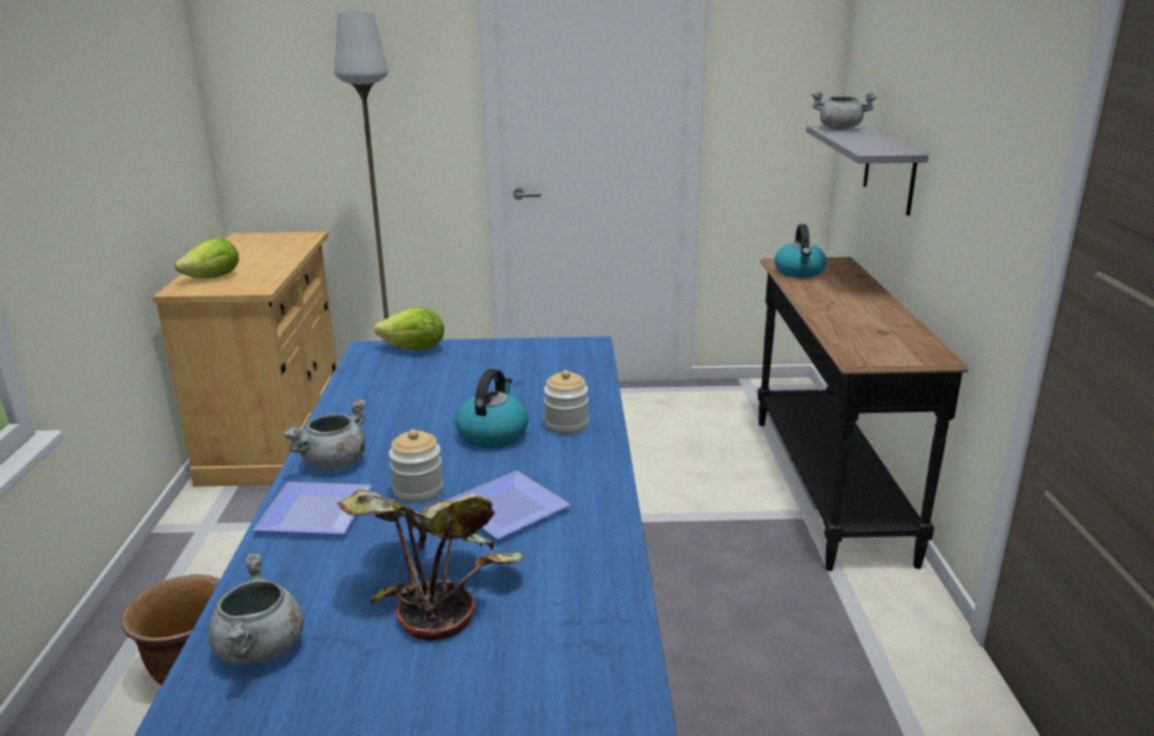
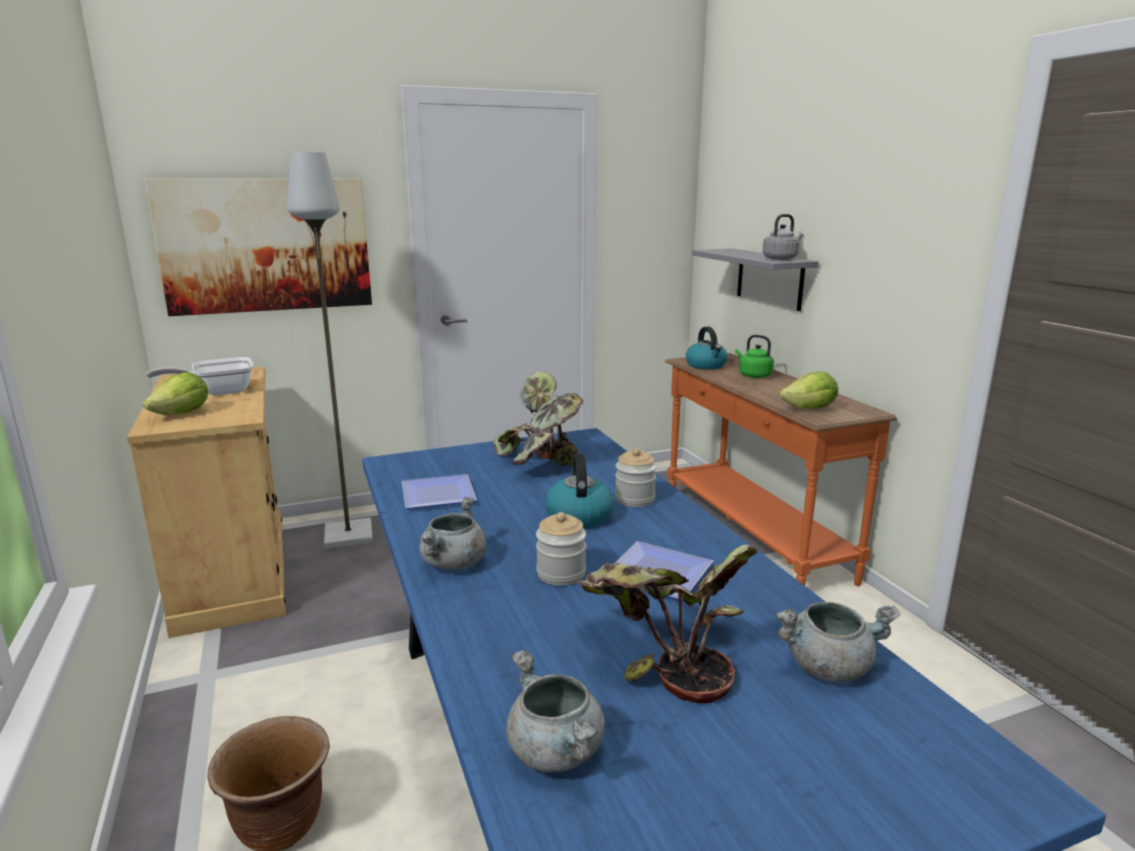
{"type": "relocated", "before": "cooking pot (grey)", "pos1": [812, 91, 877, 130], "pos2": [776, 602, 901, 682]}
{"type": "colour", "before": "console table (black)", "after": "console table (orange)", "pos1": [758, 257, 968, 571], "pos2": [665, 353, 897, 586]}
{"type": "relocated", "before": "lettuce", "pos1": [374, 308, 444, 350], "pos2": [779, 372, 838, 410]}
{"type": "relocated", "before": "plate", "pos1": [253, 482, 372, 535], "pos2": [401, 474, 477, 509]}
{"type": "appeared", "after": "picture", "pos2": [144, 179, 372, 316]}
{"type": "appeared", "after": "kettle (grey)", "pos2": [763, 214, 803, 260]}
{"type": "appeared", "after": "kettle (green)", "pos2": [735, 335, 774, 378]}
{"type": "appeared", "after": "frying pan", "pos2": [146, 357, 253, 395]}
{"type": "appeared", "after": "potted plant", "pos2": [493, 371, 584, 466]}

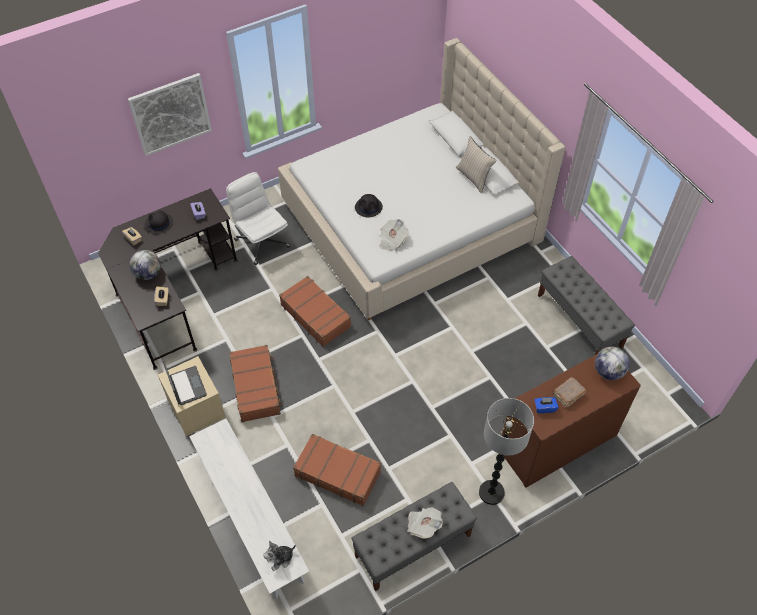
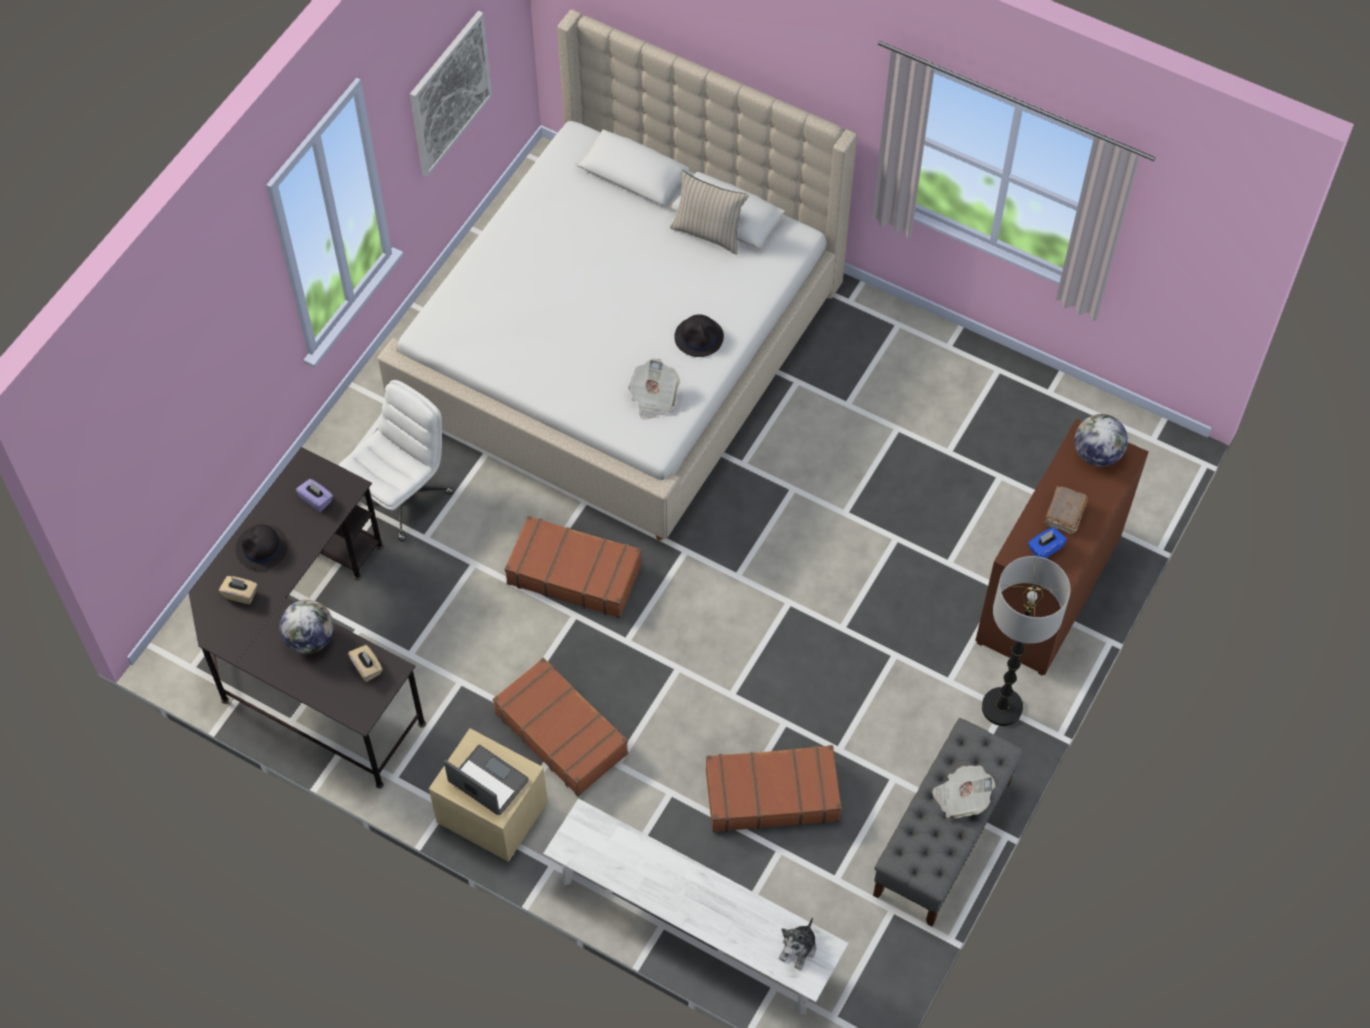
{"type": "relocated", "before": "picture", "pos1": [128, 73, 212, 156], "pos2": [410, 11, 492, 177]}
{"type": "spun", "before": "office chair (white)", "pos1": [226, 172, 290, 265], "pos2": [338, 380, 454, 542], "turn": 105}
{"type": "relocated", "before": "hat (black)", "pos1": [355, 194, 383, 217], "pos2": [674, 314, 724, 357]}
{"type": "missing", "before": "bench (grey)", "pos1": [538, 256, 635, 355]}

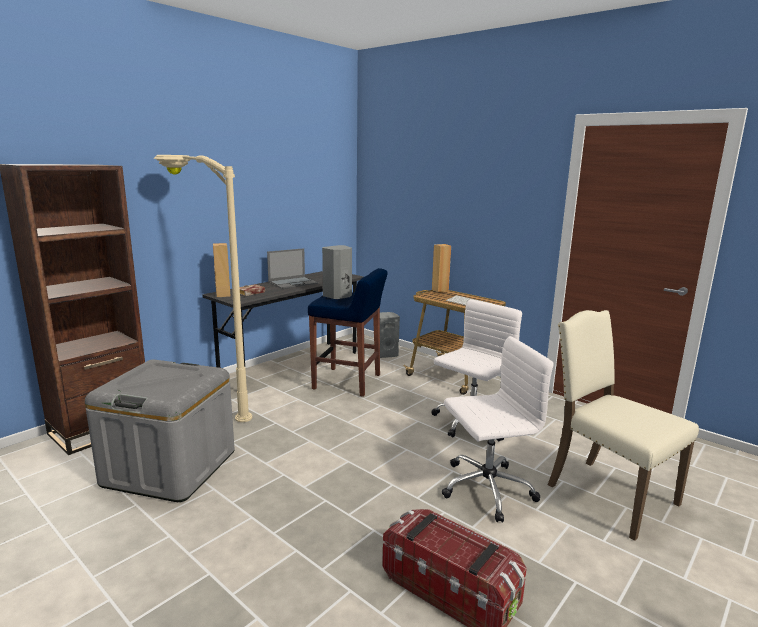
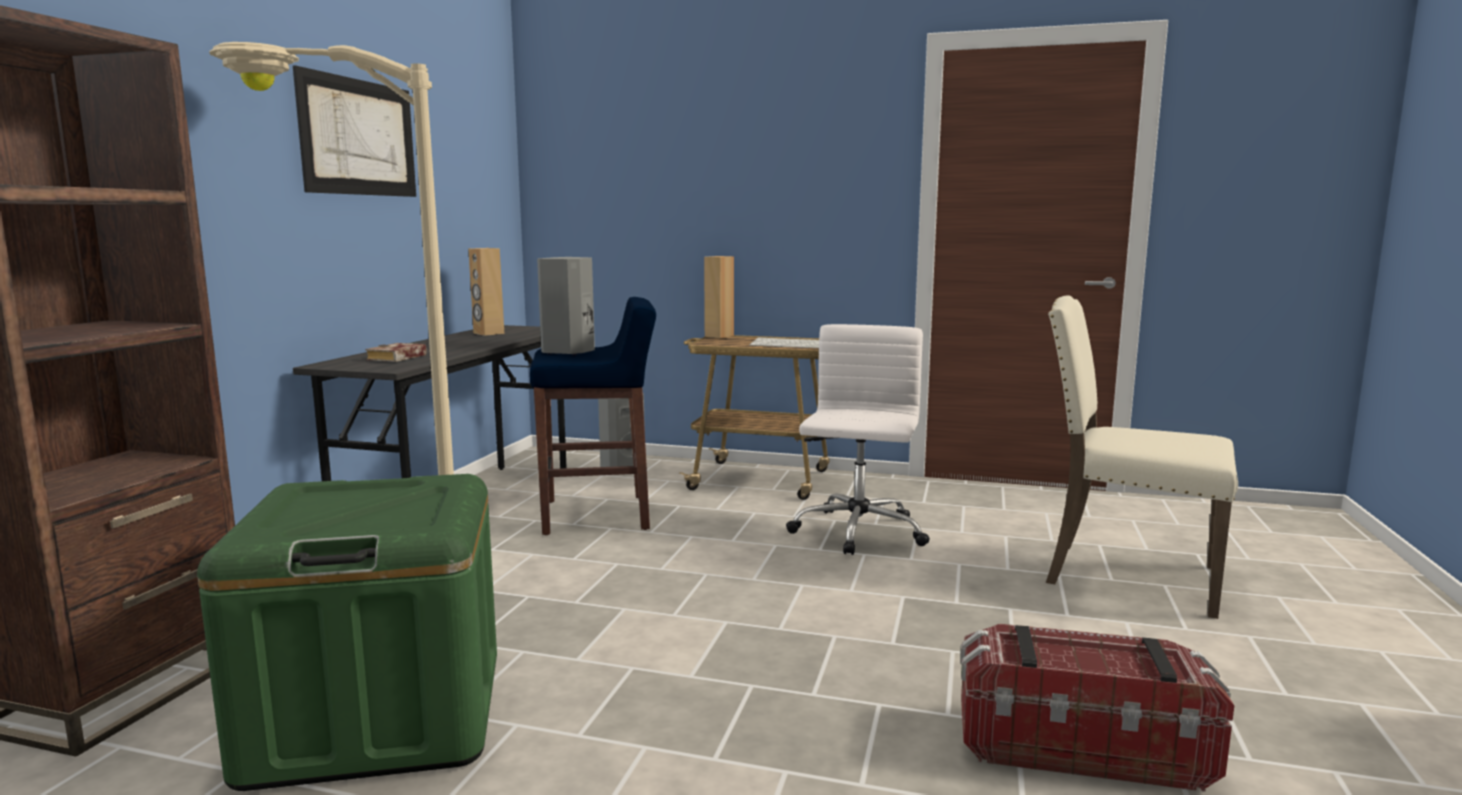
{"type": "relocated", "before": "speaker (brown)", "pos1": [213, 243, 231, 297], "pos2": [468, 248, 504, 336]}
{"type": "missing", "before": "laptop", "pos1": [267, 248, 318, 289]}
{"type": "missing", "before": "office chair (white)", "pos1": [442, 336, 553, 522]}
{"type": "colour", "before": "storage box (grey)", "after": "storage box (green)", "pos1": [85, 359, 235, 502], "pos2": [197, 474, 497, 791]}
{"type": "appeared", "after": "picture", "pos2": [293, 65, 416, 197]}

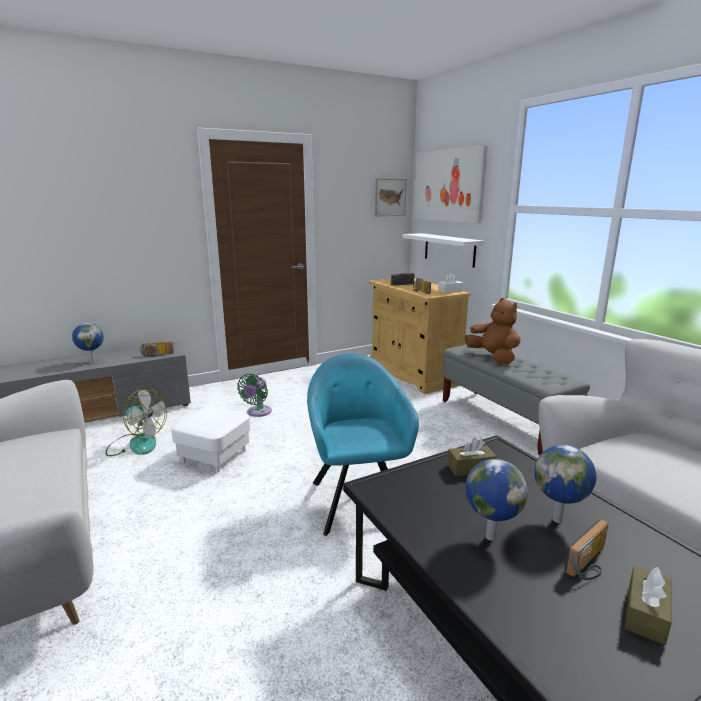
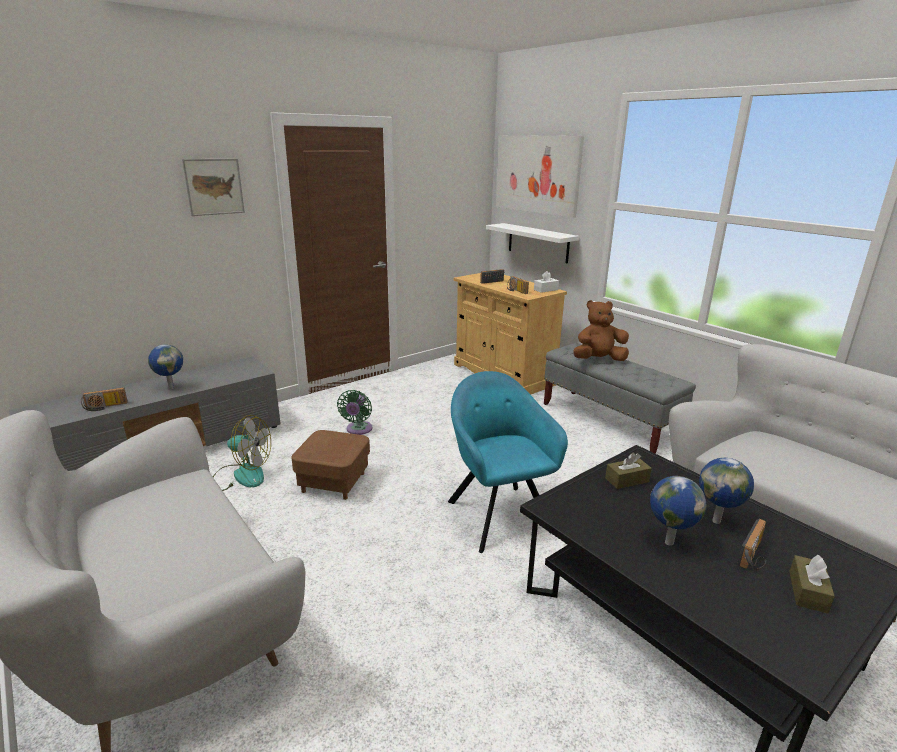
{"type": "relocated", "before": "picture", "pos1": [375, 178, 407, 216], "pos2": [182, 159, 245, 216]}
{"type": "spun", "before": "plush toy (brown)", "pos1": [465, 298, 520, 364], "pos2": [574, 300, 629, 361], "turn": -60}
{"type": "relocated", "before": "radio", "pos1": [140, 341, 174, 357], "pos2": [81, 387, 128, 411]}
{"type": "colour", "before": "ottoman (white)", "after": "ottoman (brown)", "pos1": [171, 406, 250, 472], "pos2": [291, 430, 370, 500]}

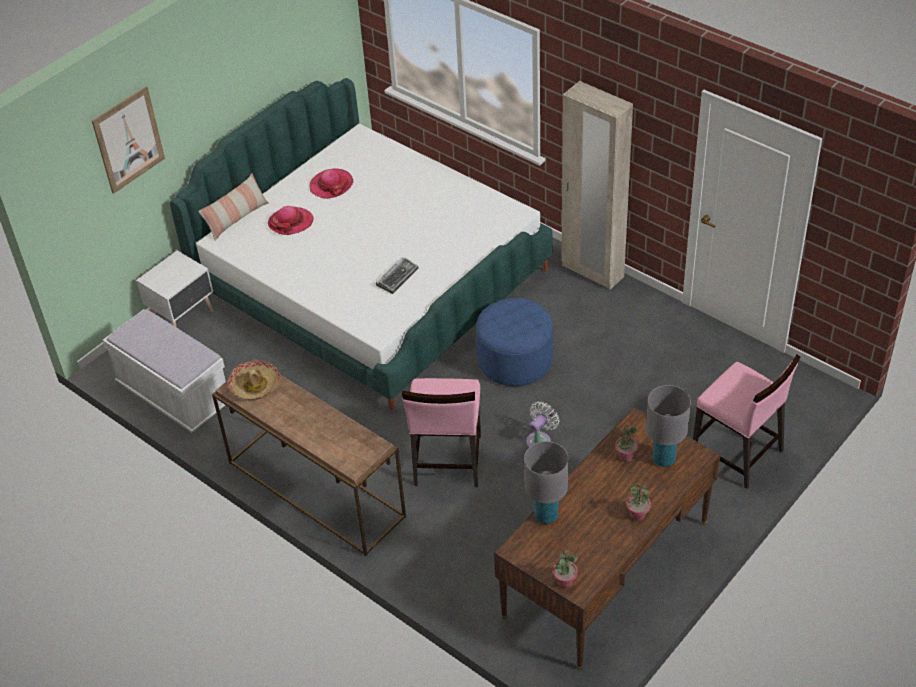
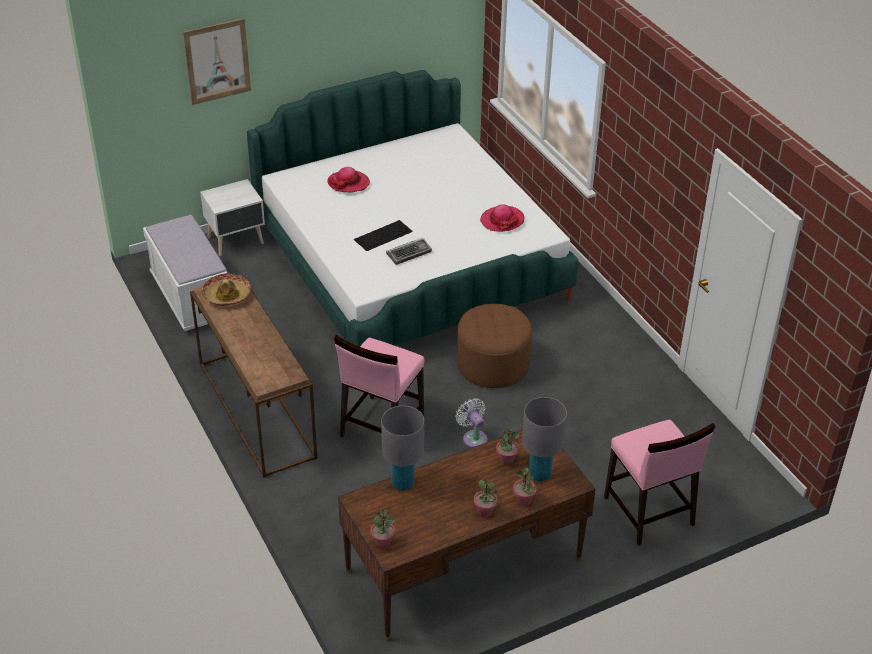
{"type": "missing", "before": "wardrobe (beige)", "pos1": [561, 81, 633, 290]}
{"type": "relocated", "before": "hat", "pos1": [309, 169, 353, 199], "pos2": [480, 205, 524, 232]}
{"type": "missing", "before": "pillow", "pos1": [198, 173, 269, 241]}
{"type": "colour", "before": "ottoman (blue)", "after": "ottoman (brown)", "pos1": [476, 298, 553, 386], "pos2": [457, 304, 532, 388]}
{"type": "spun", "before": "fan (white)", "pos1": [526, 401, 560, 448], "pos2": [456, 398, 487, 448], "turn": -90}
{"type": "appeared", "after": "keyboard", "pos2": [354, 220, 413, 251]}
{"type": "appeared", "after": "potted plant", "pos2": [513, 468, 537, 506]}

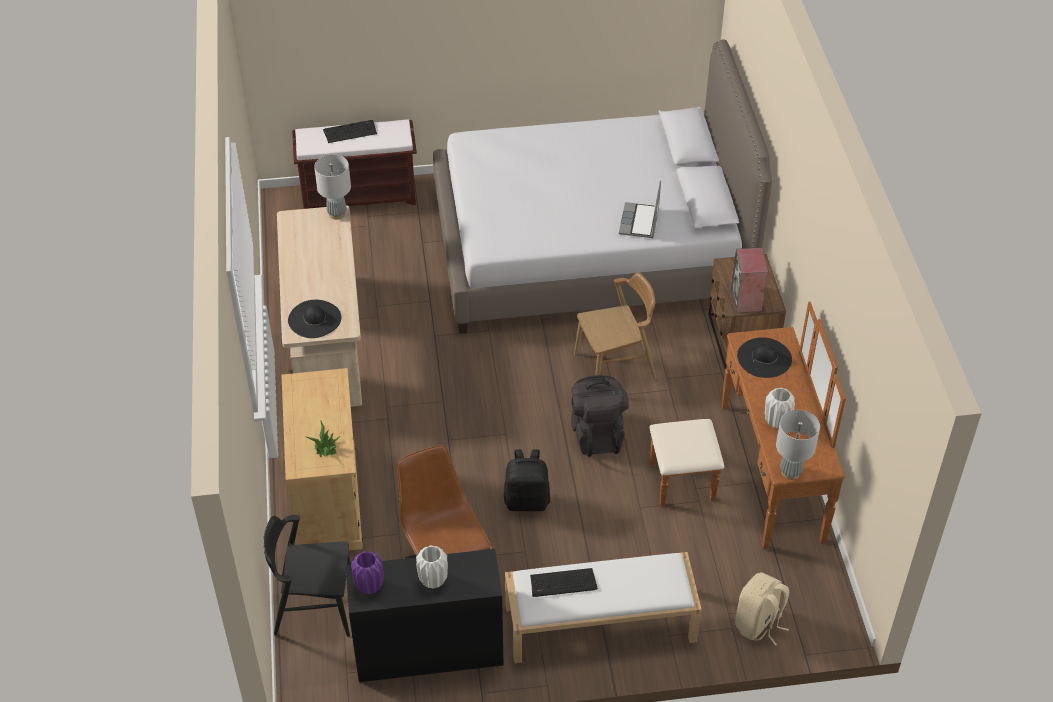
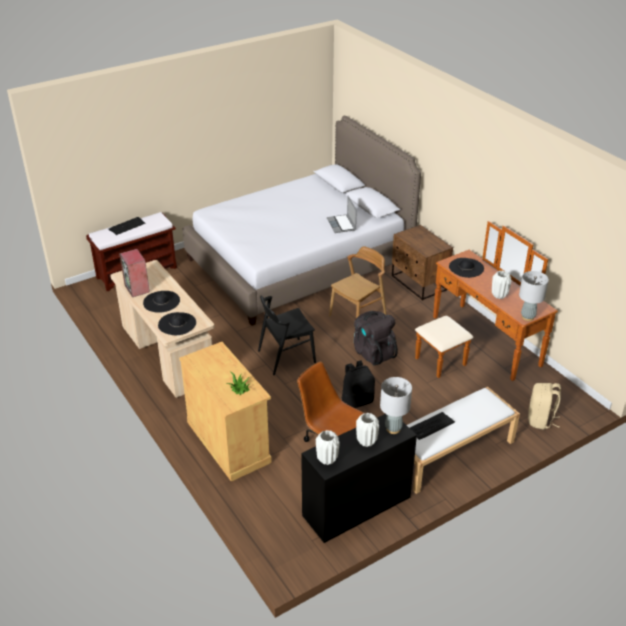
{"type": "relocated", "before": "table lamp (grey)", "pos1": [314, 155, 351, 220], "pos2": [380, 377, 412, 434]}
{"type": "relocated", "before": "speaker", "pos1": [731, 248, 768, 313], "pos2": [119, 249, 150, 297]}
{"type": "relocated", "before": "chair (black)", "pos1": [263, 515, 351, 637], "pos2": [258, 296, 316, 375]}
{"type": "colour", "before": "vase (purple)", "after": "vase (white)", "pos1": [351, 551, 383, 594], "pos2": [316, 430, 339, 465]}
{"type": "appeared", "after": "hat (black)", "pos2": [143, 291, 180, 313]}

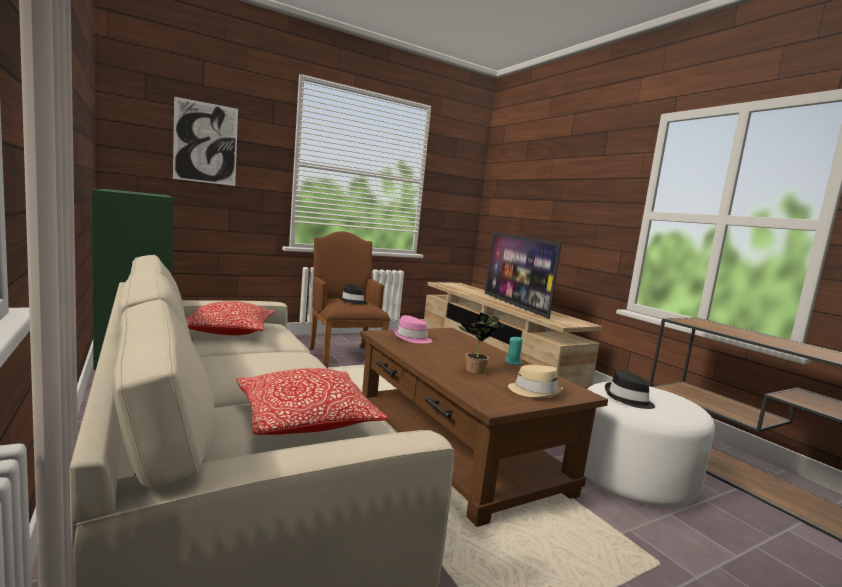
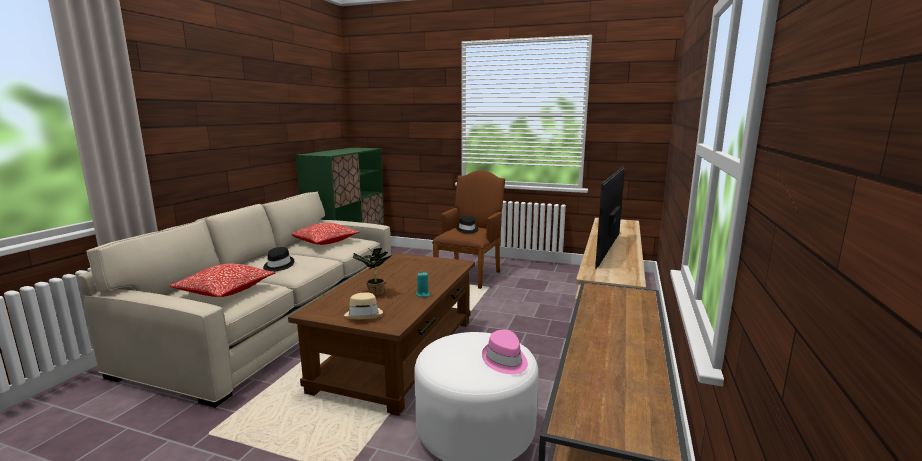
{"type": "missing", "before": "picture", "pos1": [173, 97, 238, 186]}
{"type": "relocated", "before": "hat (pink)", "pos1": [393, 315, 432, 343], "pos2": [482, 330, 528, 374]}
{"type": "relocated", "before": "hat (black)", "pos1": [605, 370, 655, 409], "pos2": [263, 247, 294, 272]}

